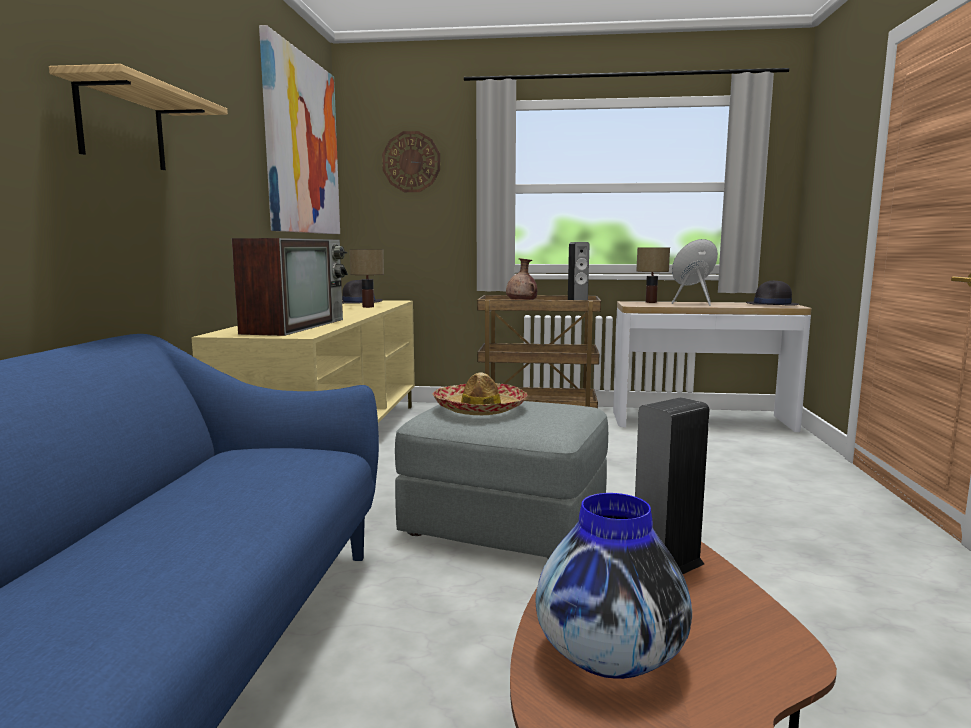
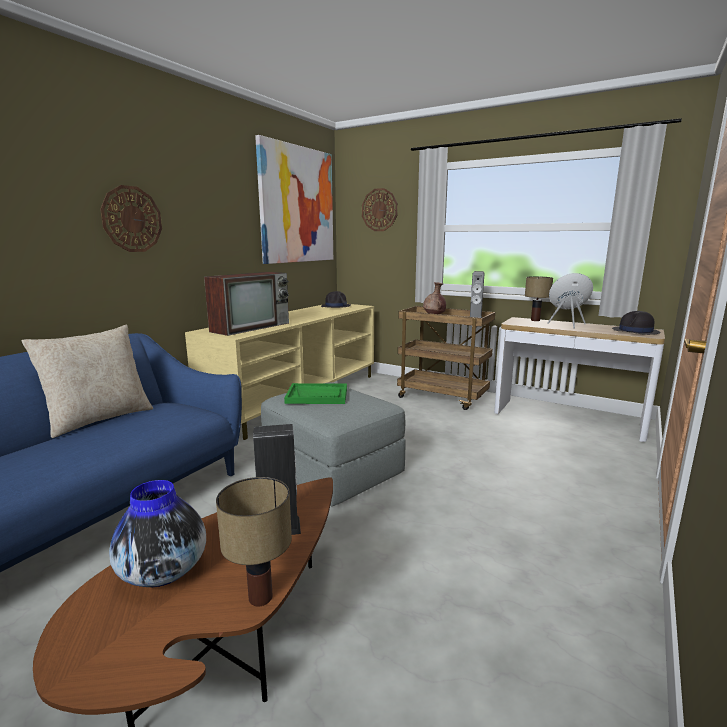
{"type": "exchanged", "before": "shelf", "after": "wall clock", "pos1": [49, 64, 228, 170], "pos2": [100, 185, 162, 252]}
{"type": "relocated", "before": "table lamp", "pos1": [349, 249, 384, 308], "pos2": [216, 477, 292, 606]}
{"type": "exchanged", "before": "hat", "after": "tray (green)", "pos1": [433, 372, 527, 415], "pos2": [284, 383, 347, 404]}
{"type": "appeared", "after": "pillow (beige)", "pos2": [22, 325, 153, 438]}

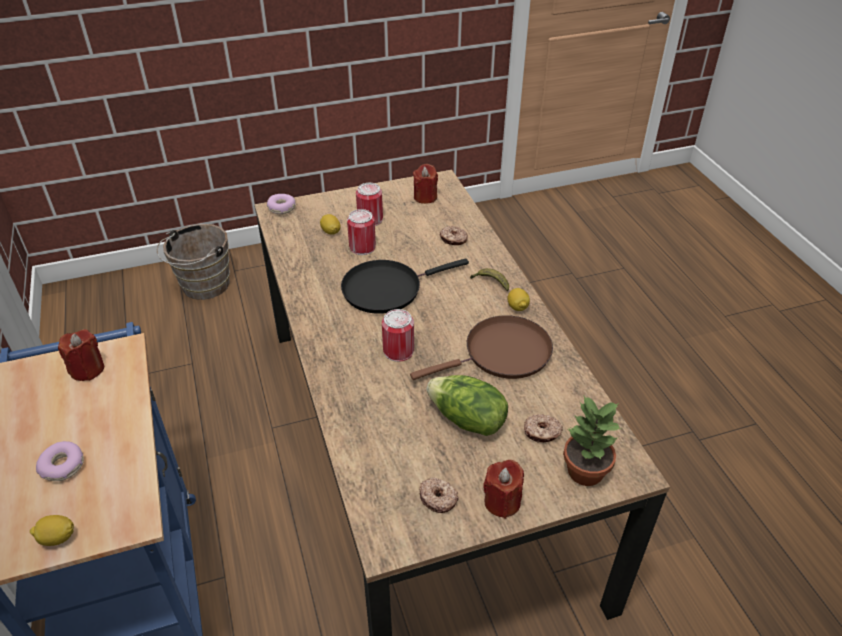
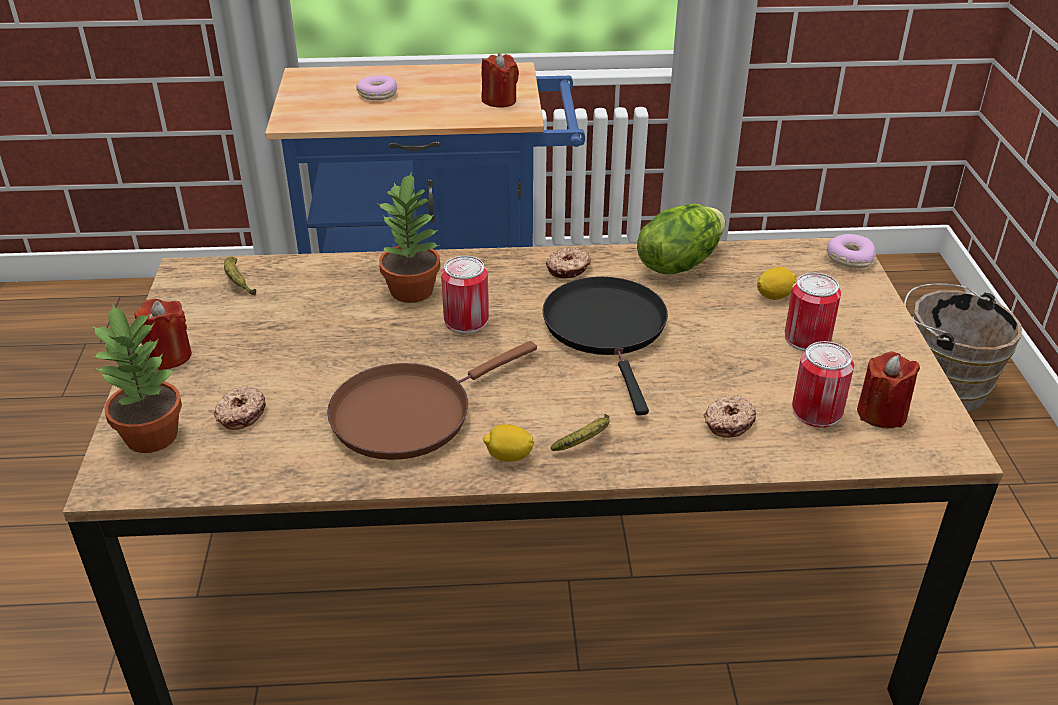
{"type": "relocated", "before": "can", "pos1": [347, 209, 376, 255], "pos2": [792, 341, 854, 428]}
{"type": "spun", "before": "frying pan (brown)", "pos1": [410, 315, 553, 380], "pos2": [327, 341, 537, 460], "turn": 60}
{"type": "relocated", "before": "lettuce", "pos1": [426, 375, 508, 436], "pos2": [637, 204, 725, 274]}
{"type": "relocated", "before": "donut", "pos1": [419, 477, 459, 513], "pos2": [546, 248, 591, 278]}
{"type": "missing", "before": "lemon", "pos1": [30, 515, 74, 546]}
{"type": "appeared", "after": "potted plant", "pos2": [377, 171, 440, 303]}
{"type": "appeared", "after": "banana", "pos2": [224, 256, 256, 295]}

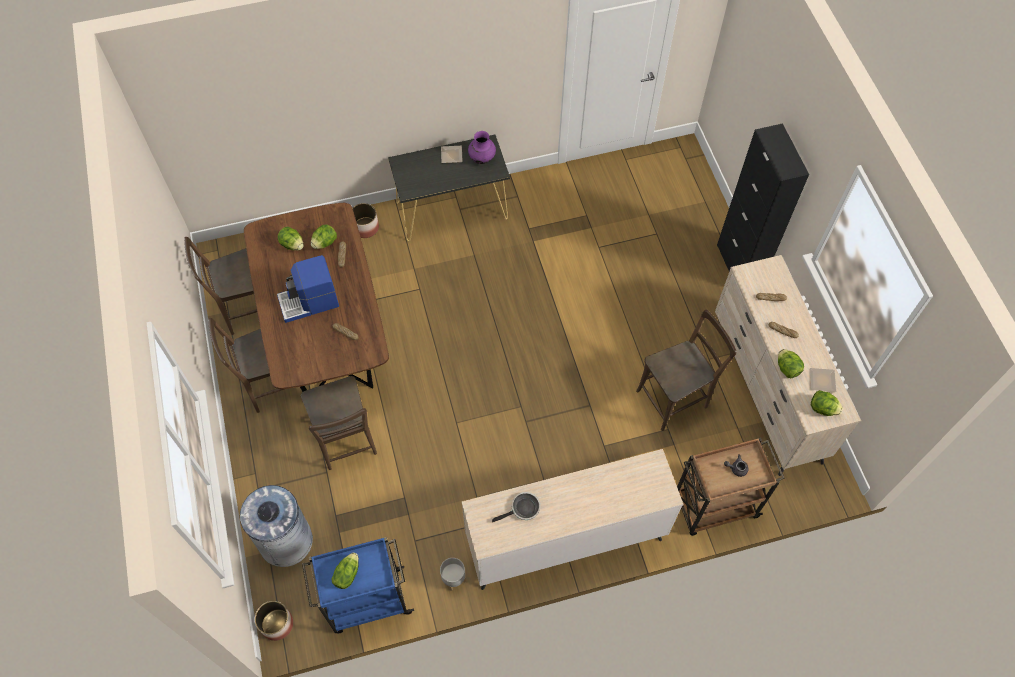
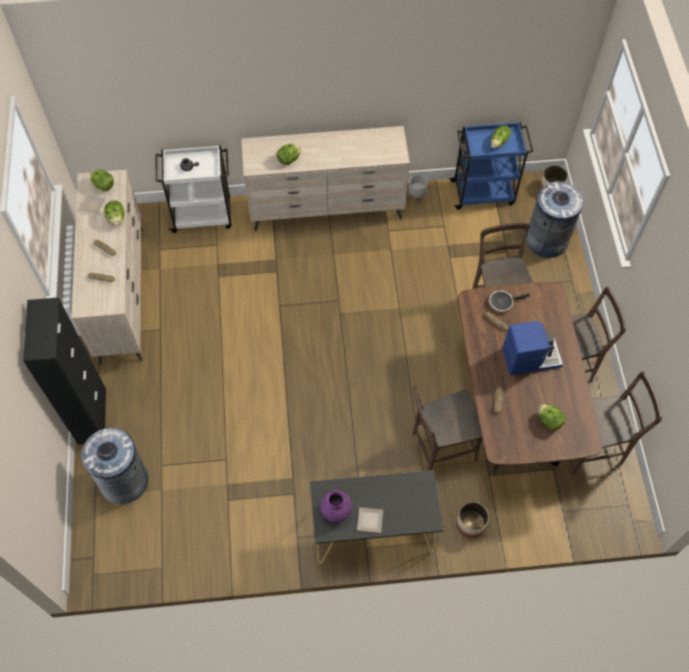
{"type": "relocated", "before": "lettuce", "pos1": [311, 224, 337, 249], "pos2": [276, 144, 301, 165]}
{"type": "relocated", "before": "chair (brown)", "pos1": [636, 310, 736, 431], "pos2": [412, 386, 483, 470]}
{"type": "colour", "before": "cart (brown)", "after": "cart (white)", "pos1": [677, 437, 785, 536], "pos2": [156, 145, 232, 233]}
{"type": "relocated", "before": "frying pan", "pos1": [492, 492, 540, 522], "pos2": [489, 290, 530, 312]}
{"type": "appeared", "after": "trash can (grey)", "pos2": [81, 428, 148, 504]}

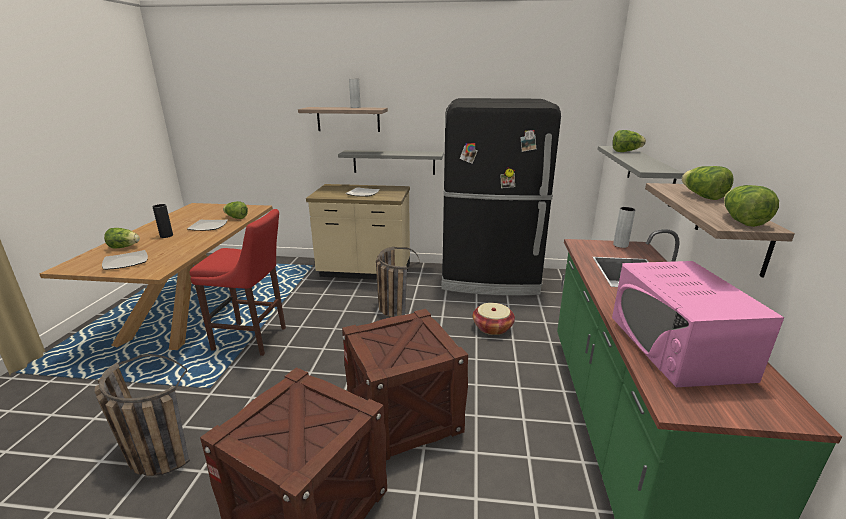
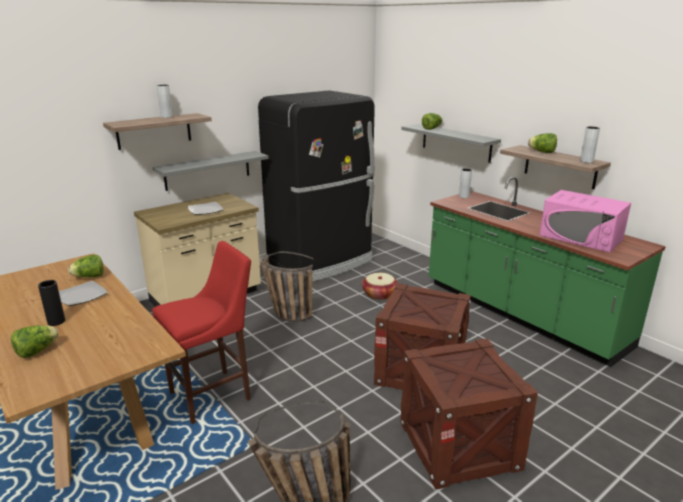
{"type": "exchanged", "before": "lettuce", "after": "vase (grey)", "pos1": [724, 185, 779, 227], "pos2": [580, 126, 600, 163]}
{"type": "missing", "before": "plate", "pos1": [102, 250, 148, 270]}

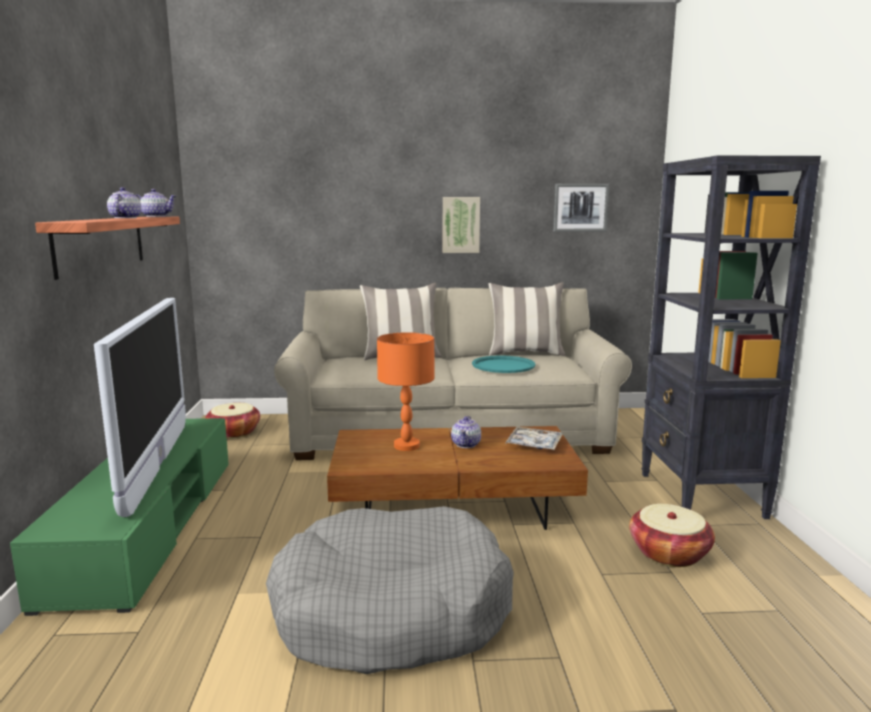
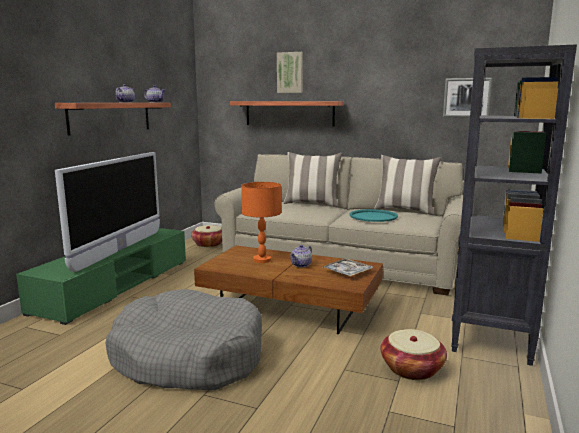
{"type": "relocated", "before": "picture", "pos1": [443, 197, 480, 253], "pos2": [277, 52, 303, 93]}
{"type": "appeared", "after": "shelf", "pos2": [230, 101, 344, 127]}

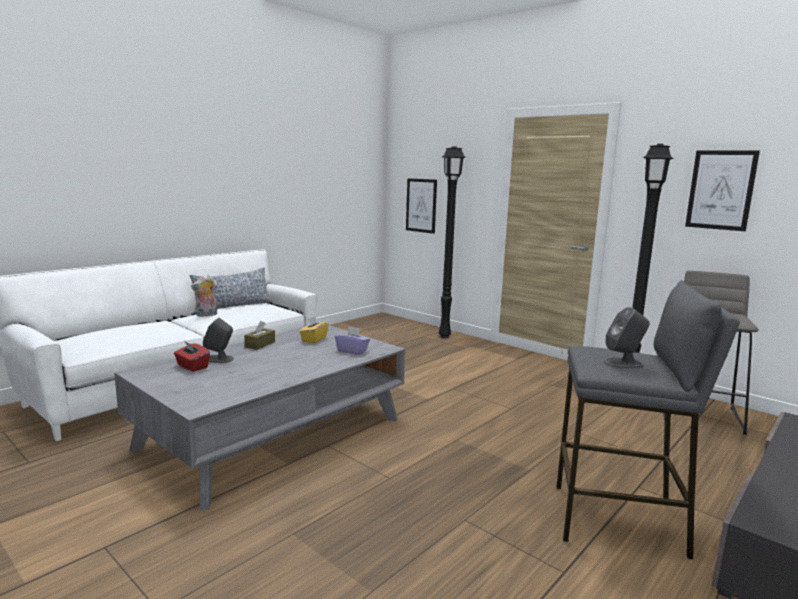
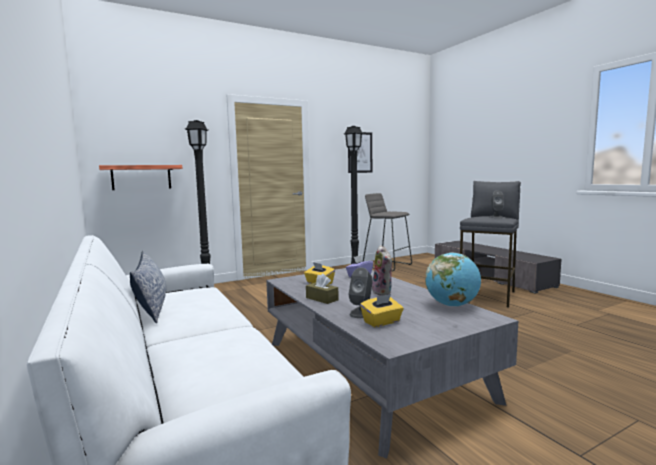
{"type": "exchanged", "before": "picture", "after": "shelf", "pos1": [406, 178, 437, 234], "pos2": [99, 165, 182, 190]}
{"type": "relocated", "before": "plush toy", "pos1": [191, 275, 217, 317], "pos2": [372, 245, 393, 296]}
{"type": "colour", "before": "tissue box (red)", "after": "tissue box (yellow)", "pos1": [174, 341, 210, 372], "pos2": [360, 294, 404, 327]}
{"type": "appeared", "after": "globe", "pos2": [425, 252, 481, 307]}

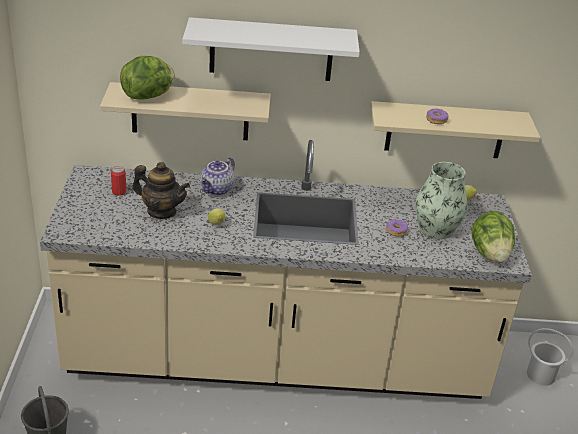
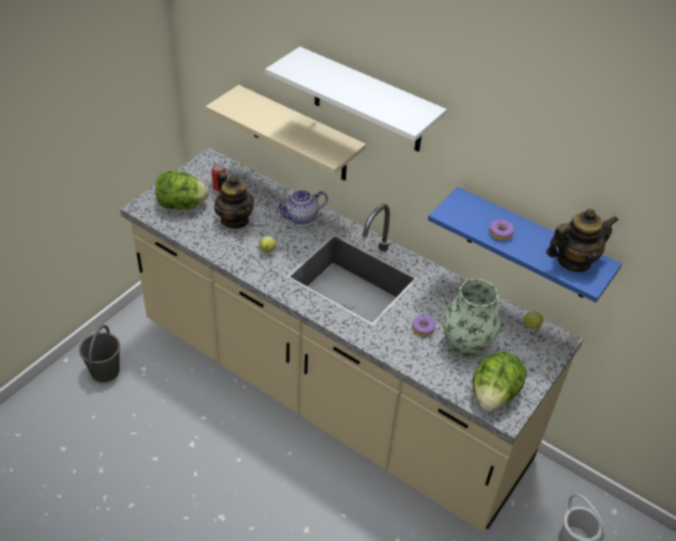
{"type": "relocated", "before": "lettuce", "pos1": [120, 56, 174, 100], "pos2": [156, 170, 208, 210]}
{"type": "colour", "before": "shelf (beige)", "after": "shelf (blue)", "pos1": [371, 101, 540, 158], "pos2": [428, 187, 622, 303]}
{"type": "appeared", "after": "teapot", "pos2": [546, 209, 619, 272]}

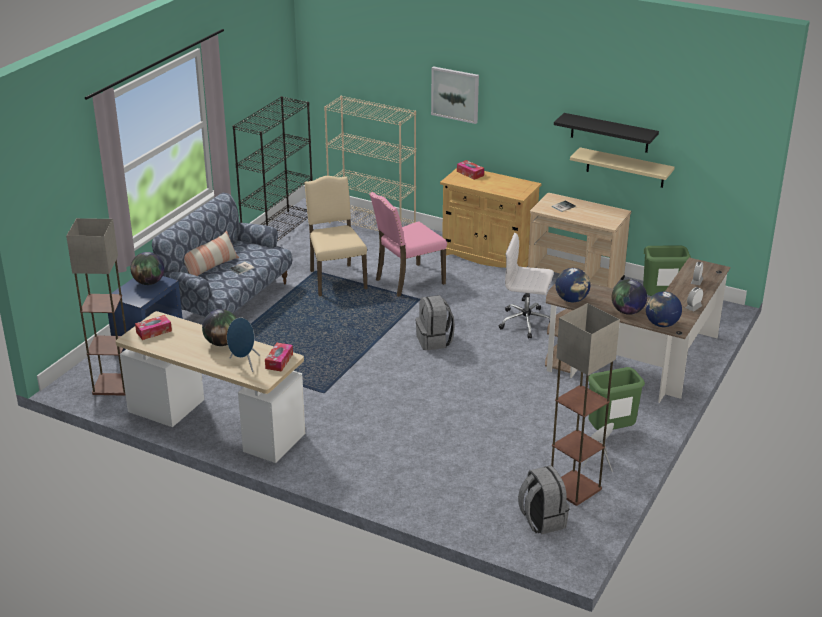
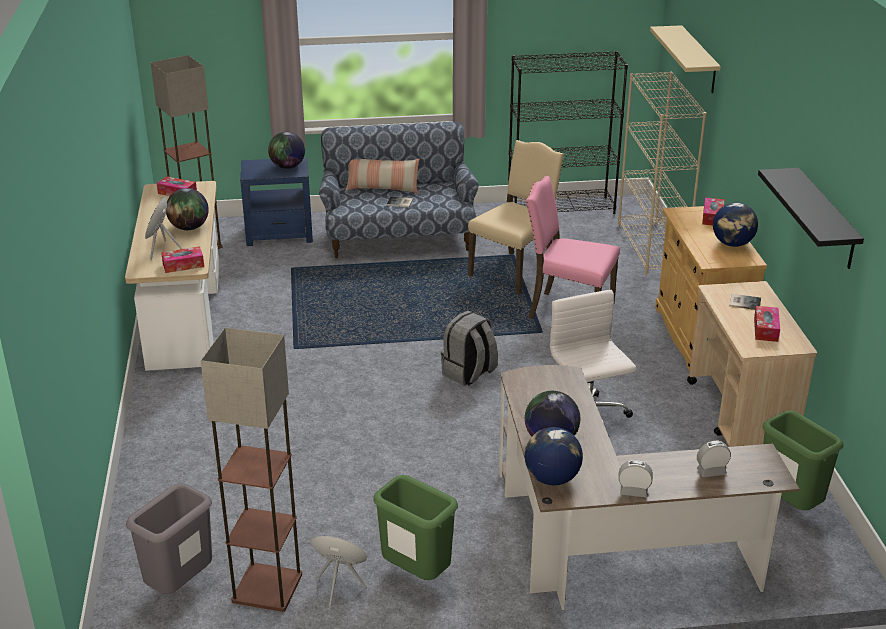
{"type": "missing", "before": "picture", "pos1": [431, 66, 479, 124]}
{"type": "relocated", "before": "shelf (beige)", "pos1": [570, 147, 674, 188], "pos2": [650, 25, 721, 93]}
{"type": "relocated", "before": "globe", "pos1": [556, 268, 590, 302], "pos2": [713, 203, 758, 247]}
{"type": "exchanged", "before": "backpack (grey)", "after": "trash can (grey)", "pos1": [518, 466, 569, 535], "pos2": [126, 484, 212, 594]}
{"type": "appeared", "after": "tissue box", "pos2": [754, 306, 780, 342]}

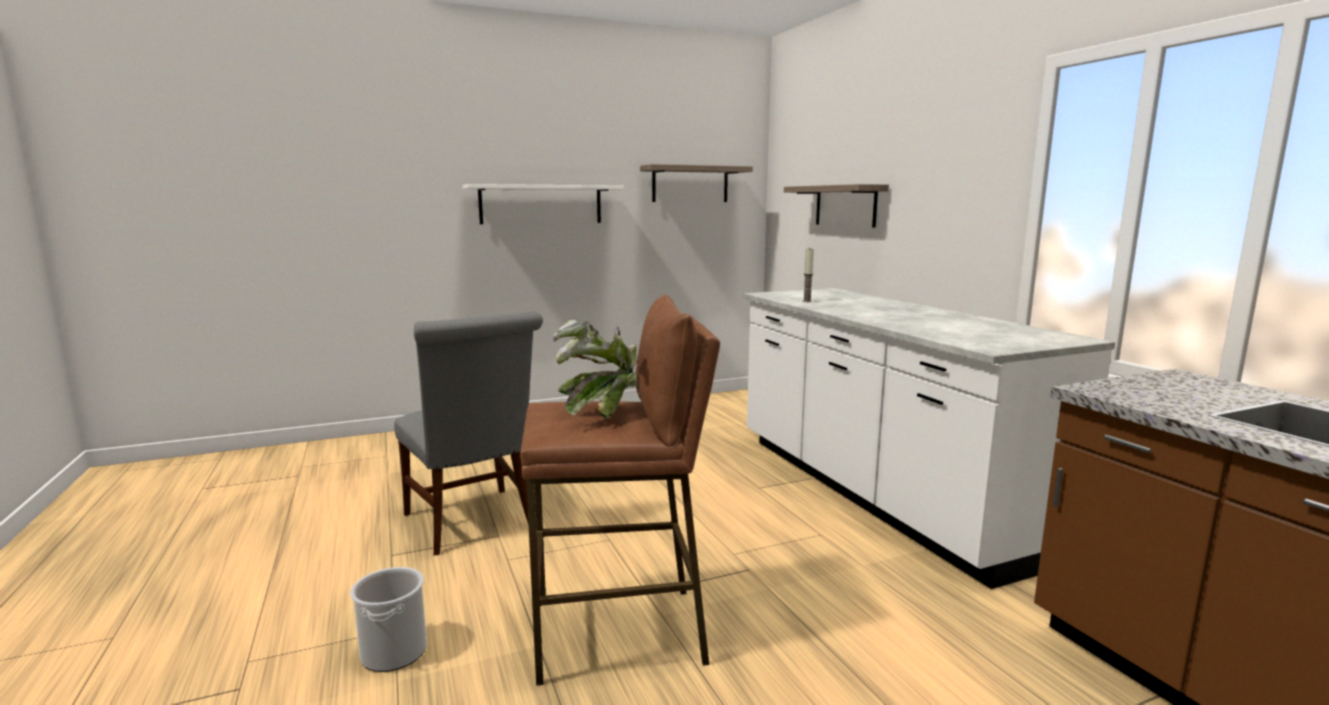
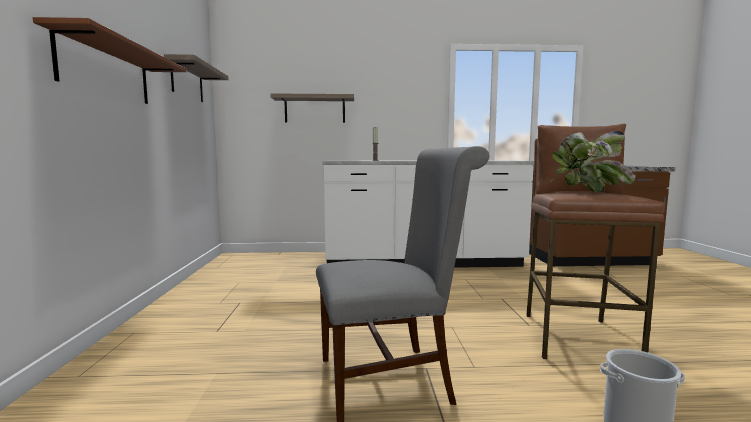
{"type": "colour", "before": "shelf (white)", "after": "shelf (brown)", "pos1": [463, 184, 624, 224], "pos2": [33, 17, 186, 104]}

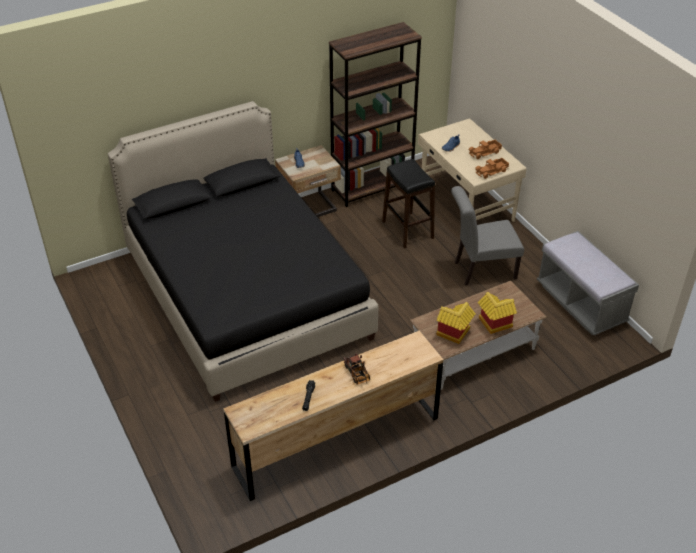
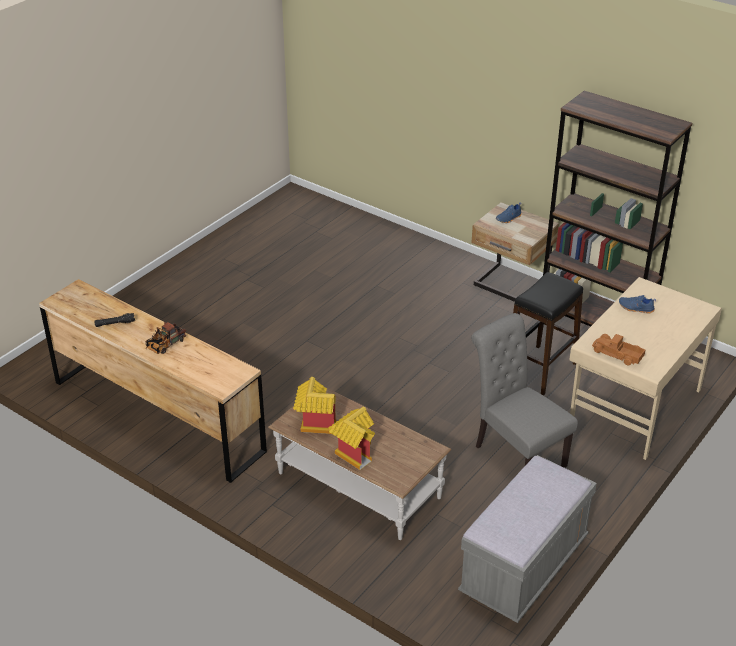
{"type": "missing", "before": "bed (black)", "pos1": [108, 101, 378, 402]}
{"type": "missing", "before": "toy truck", "pos1": [469, 140, 502, 159]}

